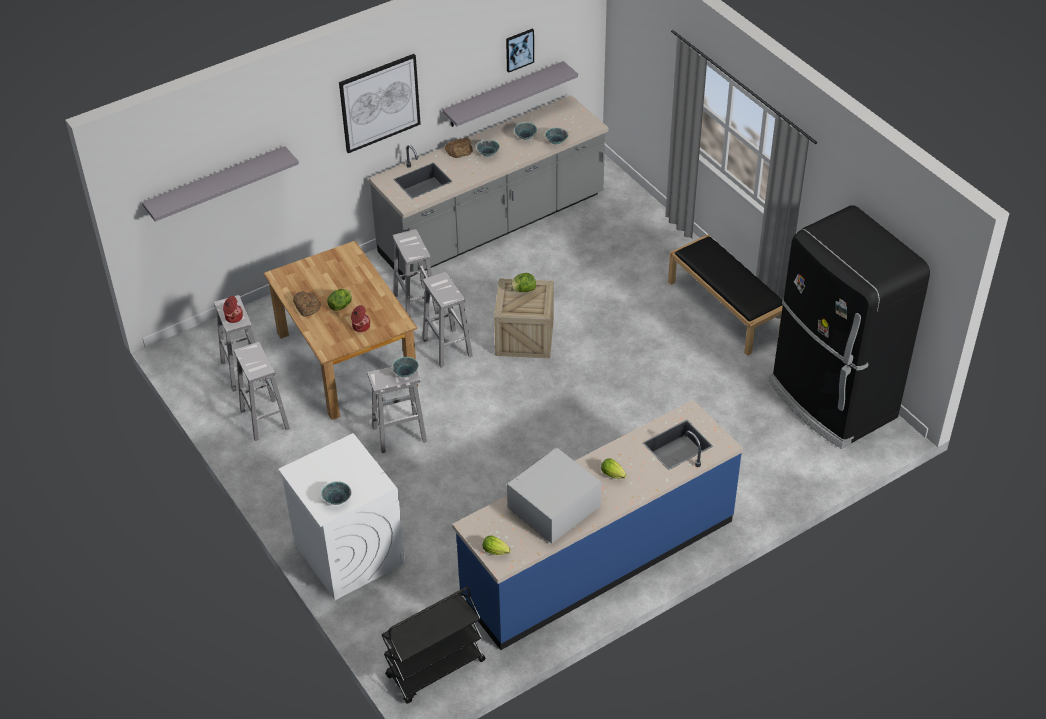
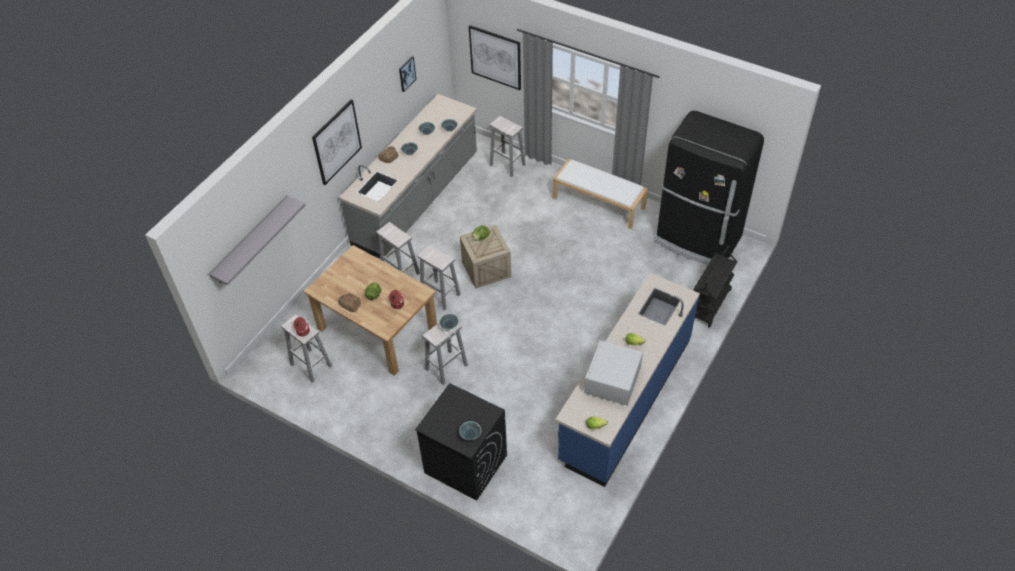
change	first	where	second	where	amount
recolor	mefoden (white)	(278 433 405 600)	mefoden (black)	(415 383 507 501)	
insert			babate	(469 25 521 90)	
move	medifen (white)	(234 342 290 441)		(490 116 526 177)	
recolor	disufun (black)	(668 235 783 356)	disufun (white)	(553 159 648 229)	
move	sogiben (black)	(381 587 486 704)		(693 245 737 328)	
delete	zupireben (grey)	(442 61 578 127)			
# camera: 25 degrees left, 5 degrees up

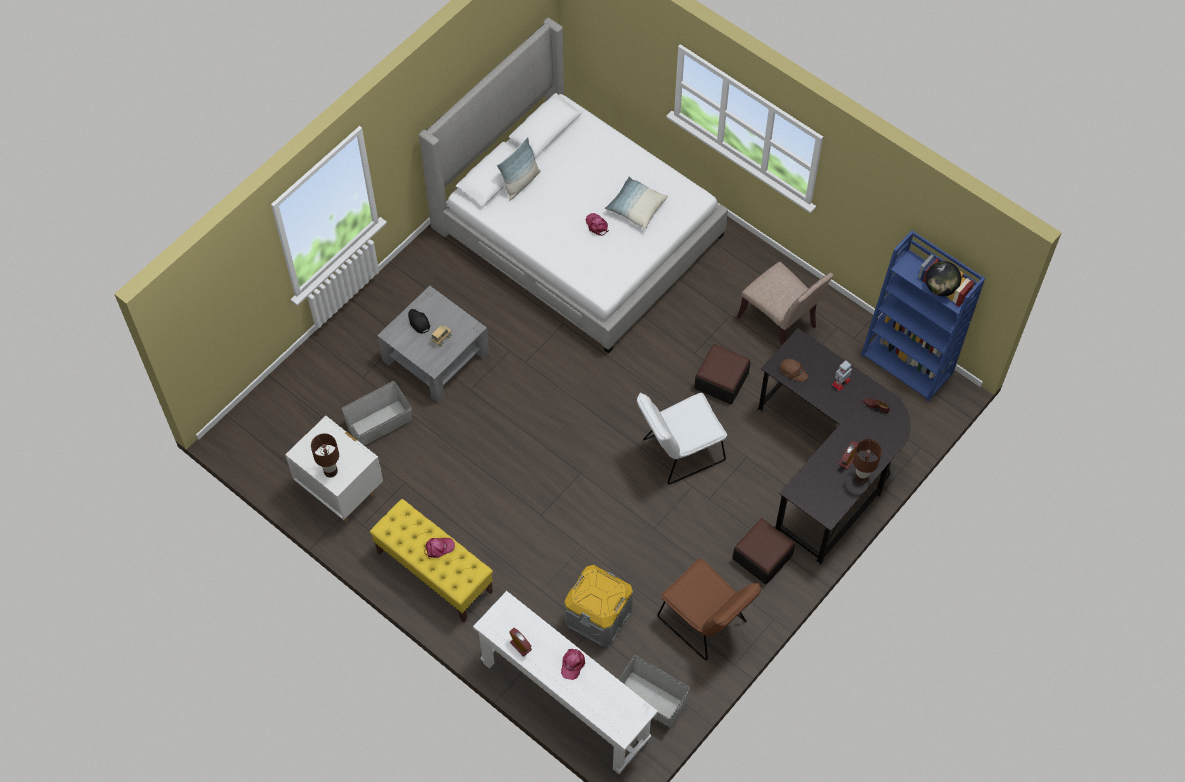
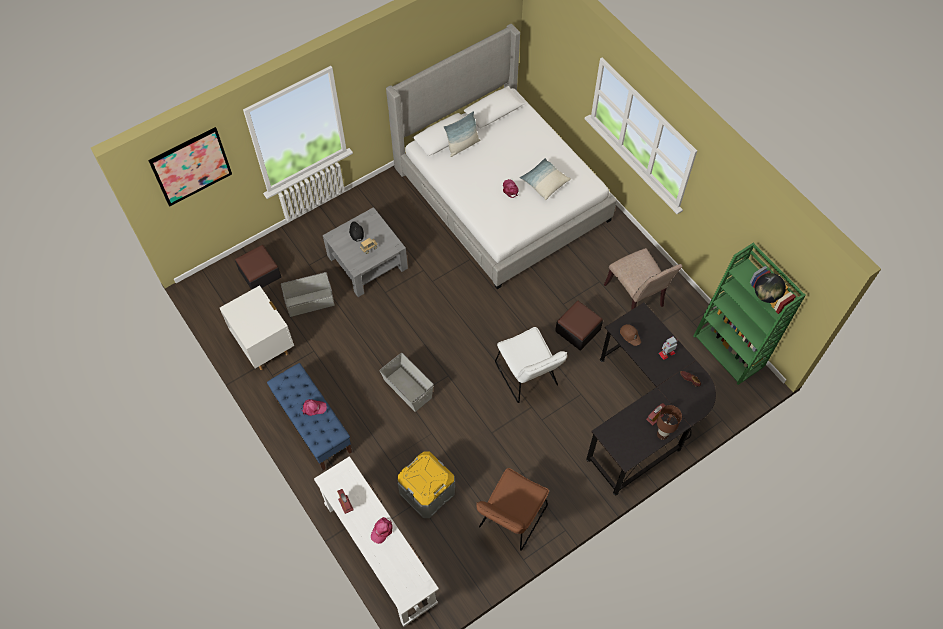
change	first	where	second	where	amount
insert			babate	(148 127 232 207)	
move	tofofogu	(733 518 795 585)		(235 245 281 290)	
recolor	disufun (yellow)	(370 499 493 623)	disufun (blue)	(267 363 352 471)	
move	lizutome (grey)	(618 655 690 728)		(379 353 434 412)	
rotate	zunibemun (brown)	(657 558 761 660)		(476 468 549 551)	60 degrees clockwise
rotate	zunibemun (white)	(637 392 727 484)		(495 327 567 403)	105 degrees counterclockwise
recolor	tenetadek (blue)	(861 230 985 402)	tenetadek (green)	(694 243 806 385)	
delete	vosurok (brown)	(311 433 339 478)			
# camera: 15 degrees right, 0 degrees up

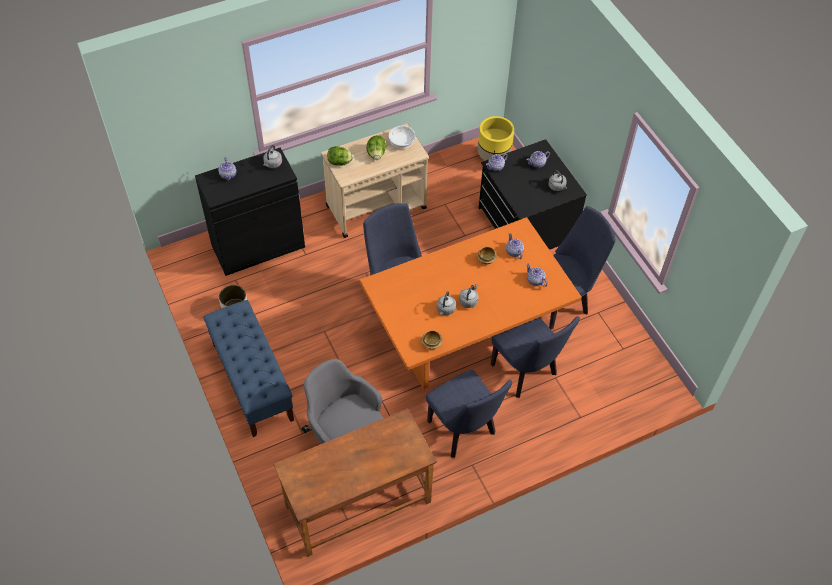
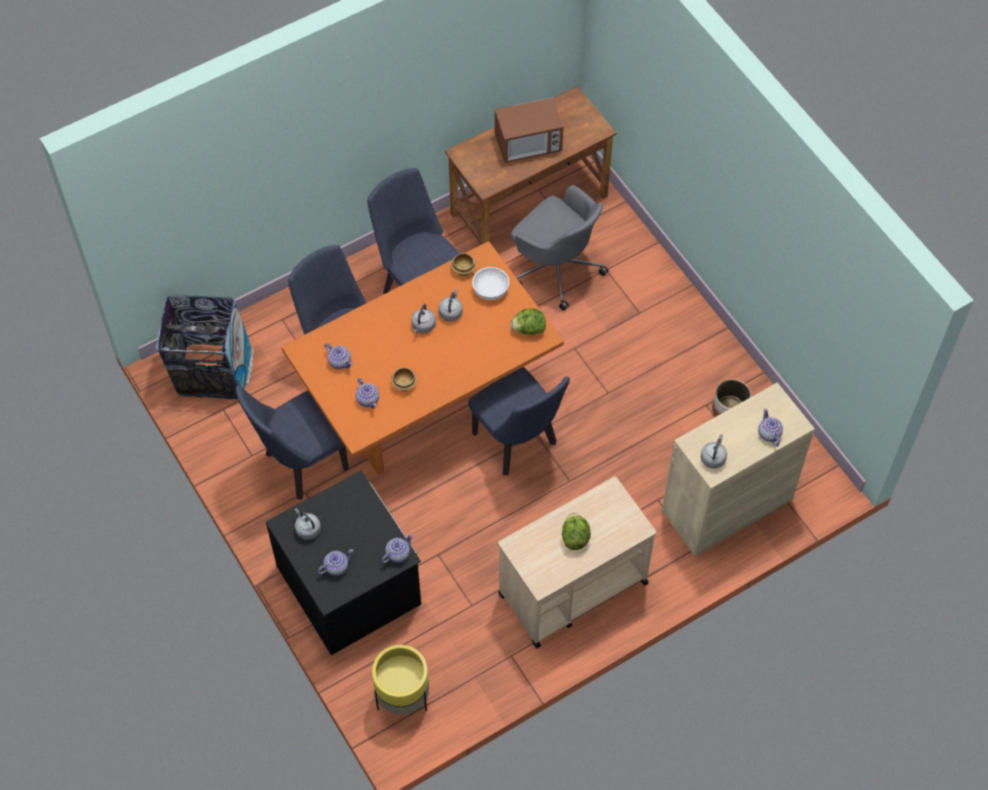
change	first	where	second	where	amount
insert			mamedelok	(156 295 253 399)	
move	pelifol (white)	(389 126 416 148)		(472 267 510 300)	
insert			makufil	(495 97 564 163)	
move	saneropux	(328 146 353 166)		(510 308 546 335)	
recolor	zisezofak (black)	(195 148 305 276)	zisezofak (beige)	(662 382 815 557)	
delete	disufun (blue)	(203 300 294 437)			
# camera: 175 degrees right, 5 degrees up

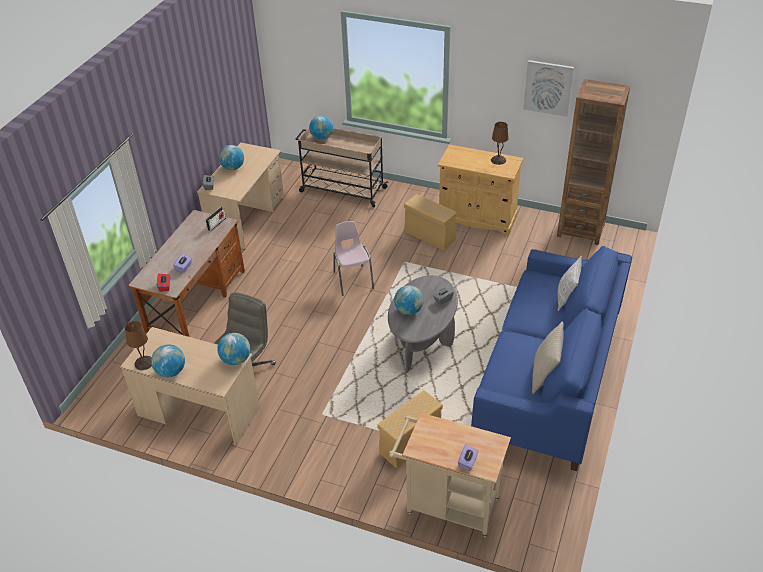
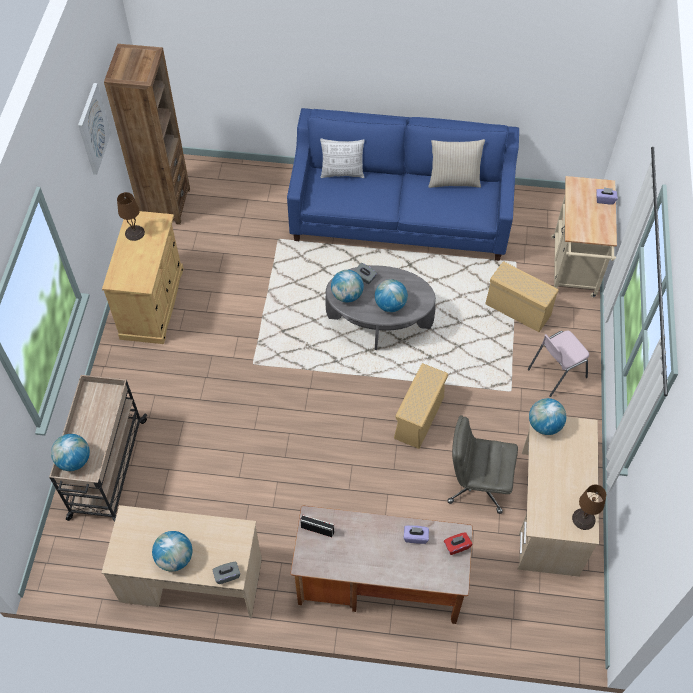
change	first	where	second	where	amount
move	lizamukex	(151 344 185 377)		(331 270 364 303)	
move	lizutome (beige)	(404 194 457 250)		(394 363 448 449)	
move	zunibemun (pink)	(333 221 374 296)		(528 331 589 397)	
# camera: 105 degrees left, 15 degrees up

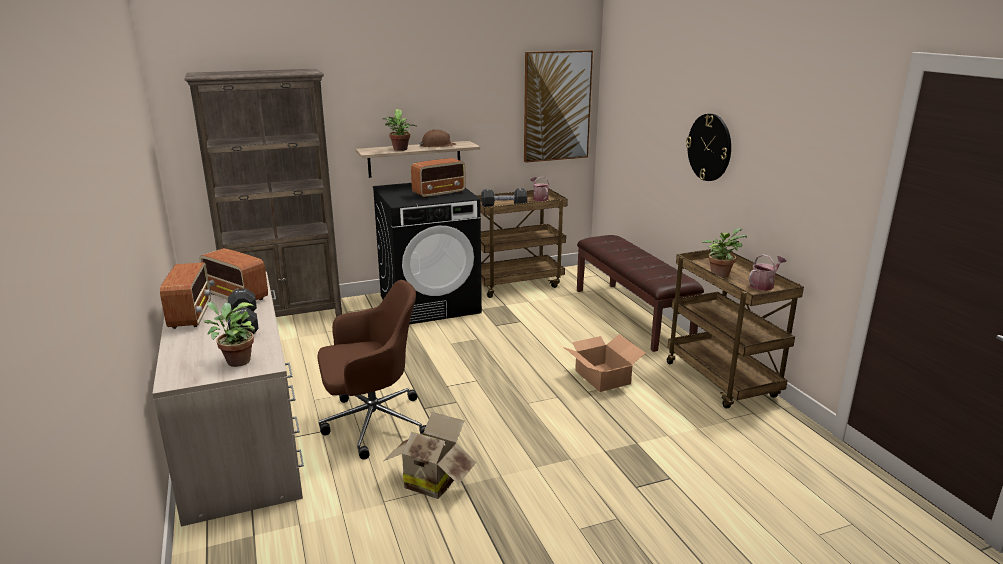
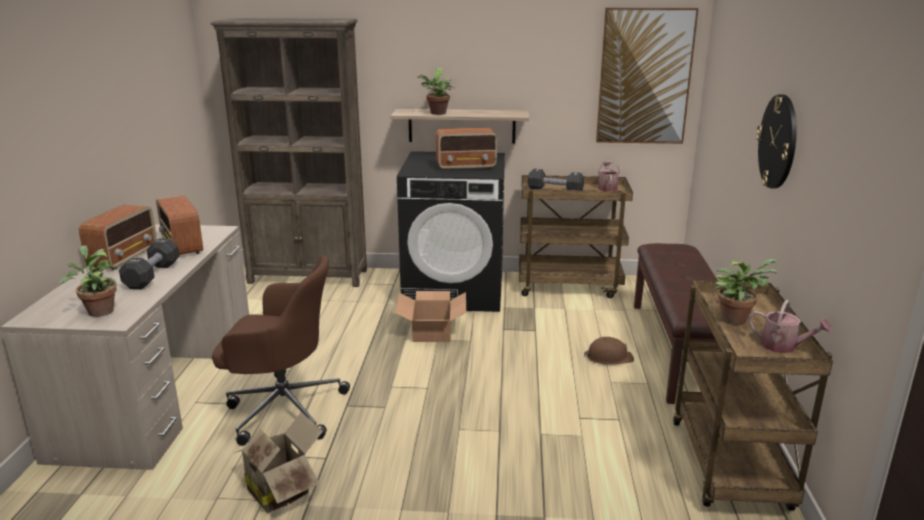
change	first	where	second	where	amount
move	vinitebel	(564 334 646 392)		(395 291 466 342)	
move	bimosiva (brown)	(420 129 456 147)		(584 337 634 365)	
rotate	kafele	(749 254 786 291)		(748 300 832 353)	45 degrees clockwise
# camera: 25 degrees right, 0 degrees up

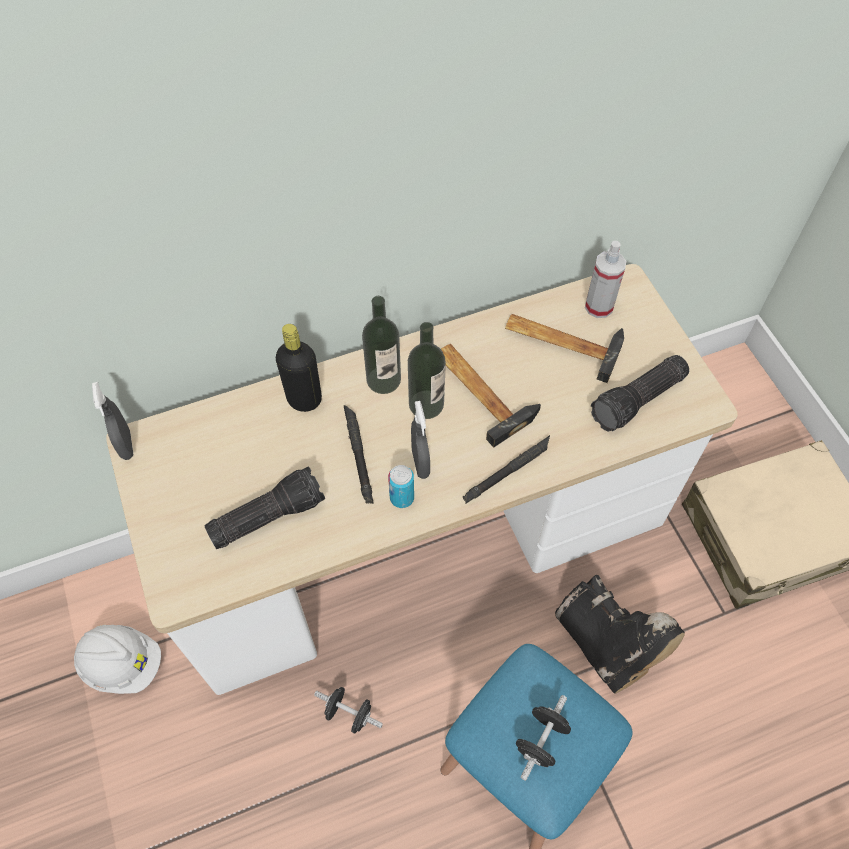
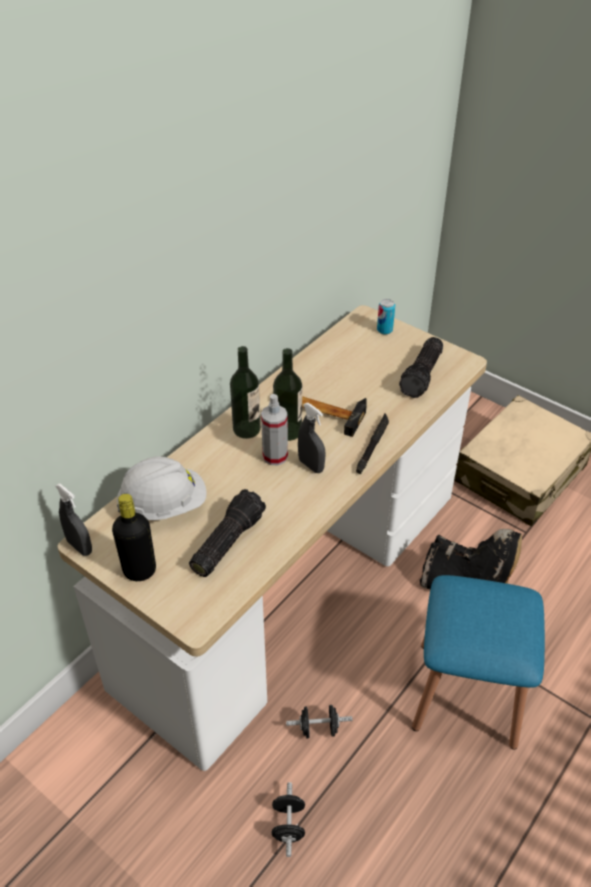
change	first	where	second	where	amount
move	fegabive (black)	(276 324 322 412)		(112 494 156 581)	
move	bimosiva (white)	(74 625 161 694)		(117 456 207 520)	
move	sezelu	(585 241 626 318)		(261 394 288 465)	
move	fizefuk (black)	(516 695 571 781)		(271 782 305 857)	
move	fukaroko	(388 465 414 508)		(377 299 395 334)	
delete	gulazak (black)	(344 405 374 504)			
delete	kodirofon	(505 314 624 383)			
# camera: 30 degrees left, 15 degrees down

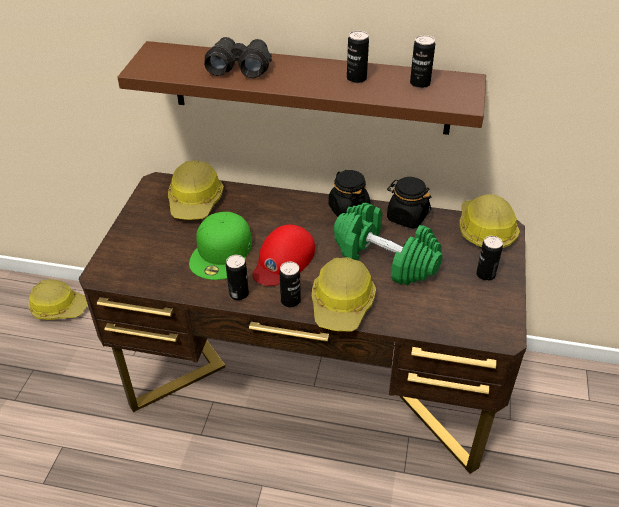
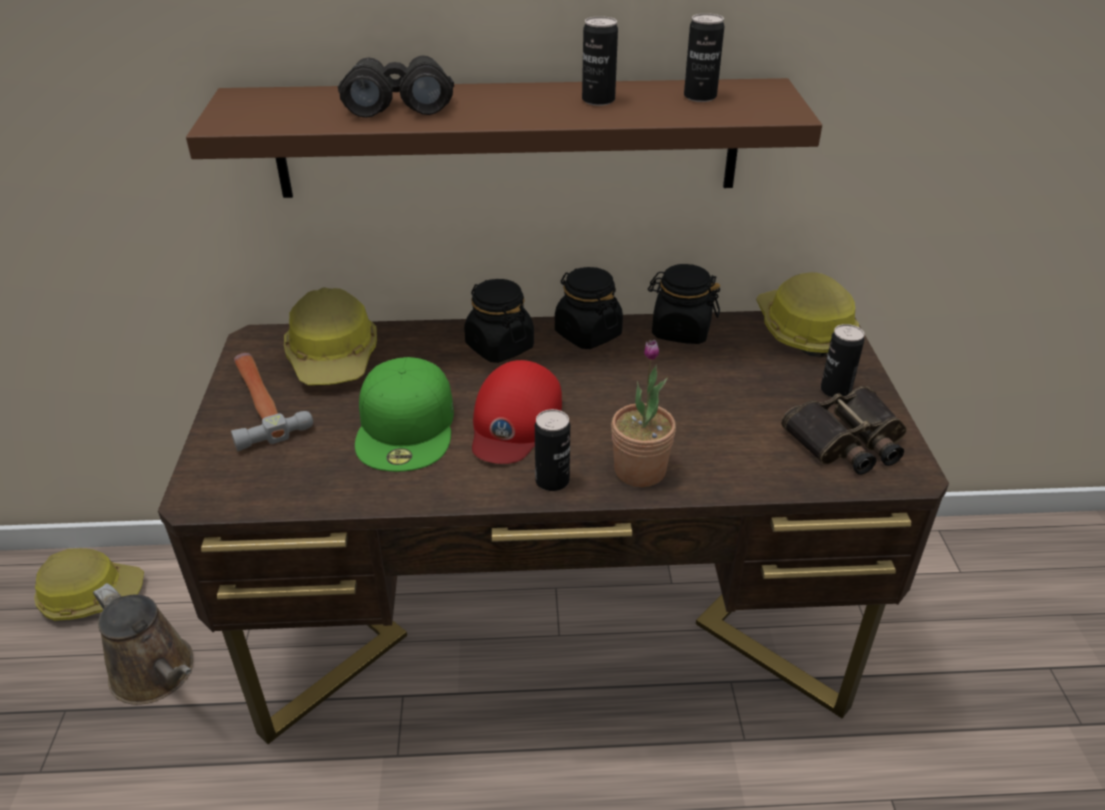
change	first	where	second	where	amount
insert			kafele (brown)	(93 583 193 705)	
insert			kodirofon	(231 353 313 451)	
insert			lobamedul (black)	(464 279 534 363)	
replace	bimosiva	(312 257 376 331)	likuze	(611 340 676 487)	
insert			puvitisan	(781 386 907 475)	
delete	fukaroko	(226 255 249 300)			
delete	fizefuk (green)	(334 203 443 285)			
# camera: 15 degrees left, 5 degrees down

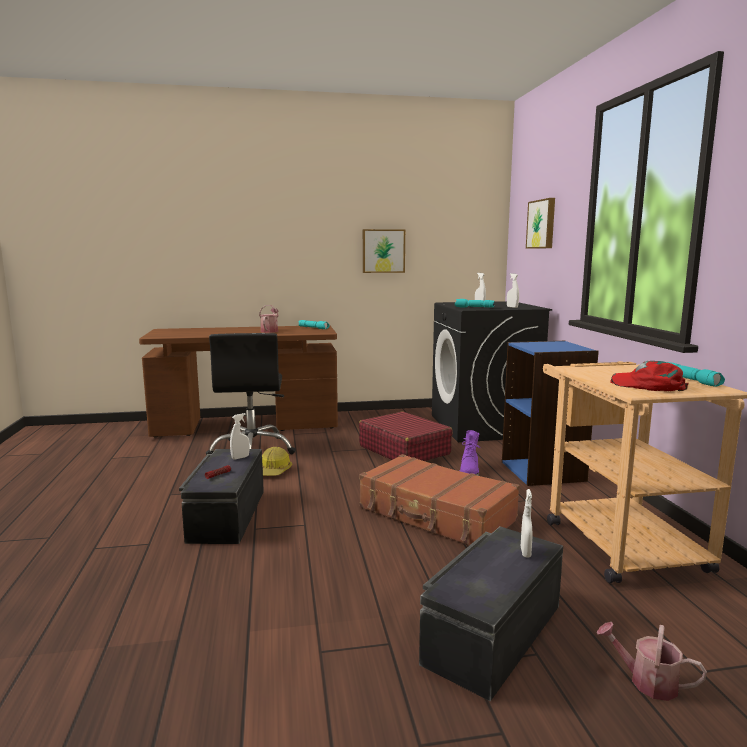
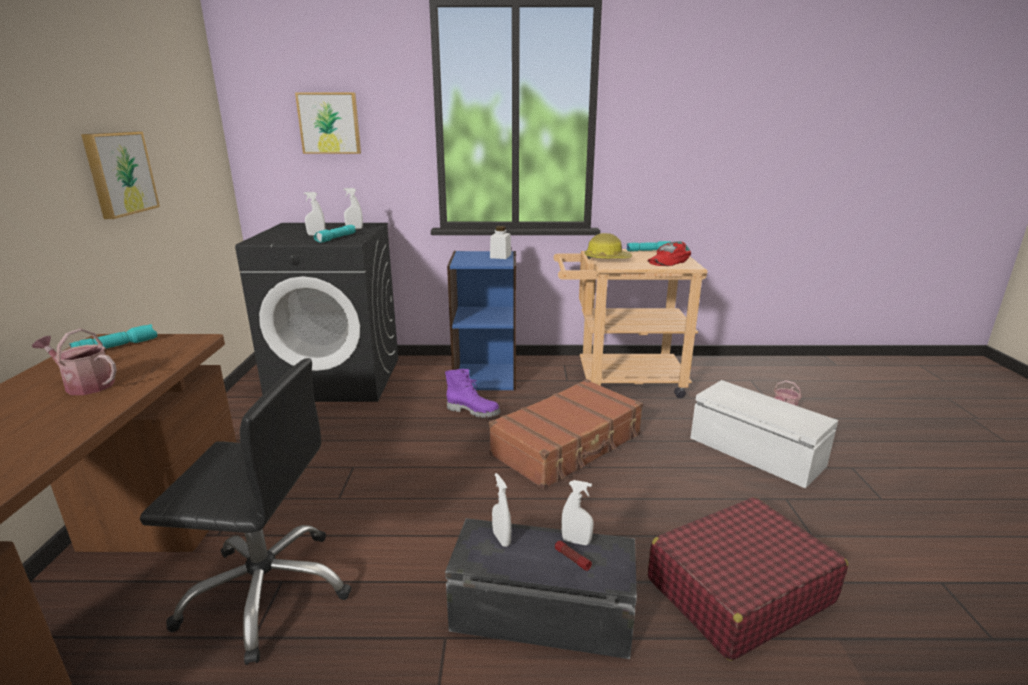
change	first	where	second	where	amount
insert			lobamedul (white)	(490 226 511 259)	
move	sezelu (white)	(521 489 532 557)		(561 480 594 545)	
move	bimosiva	(262 447 292 476)		(585 233 632 259)	
move	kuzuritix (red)	(359 411 453 461)		(648 497 848 661)	
recolor	lizutome (black)	(419 527 563 701)	lizutome (white)	(691 380 838 488)	
# camera: 80 degrees left, 10 degrees up

